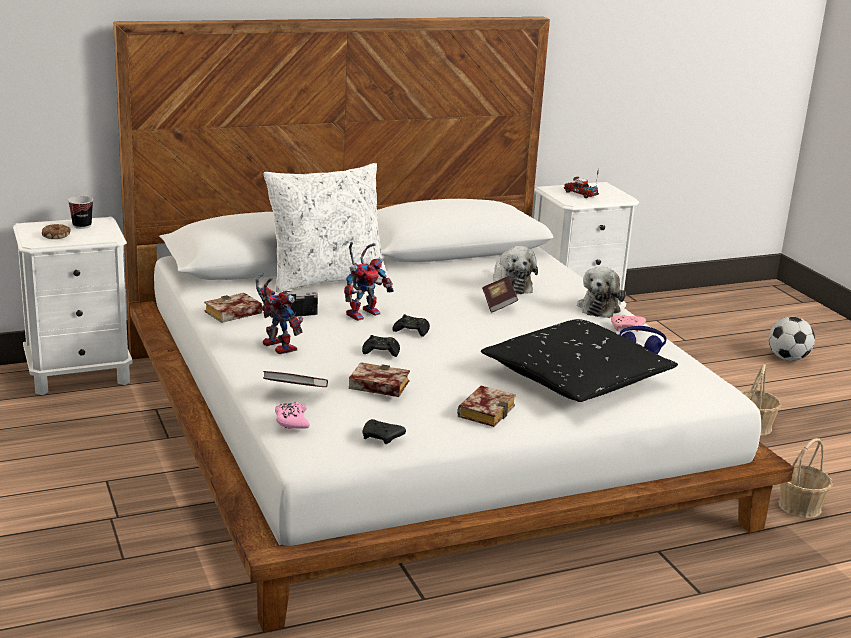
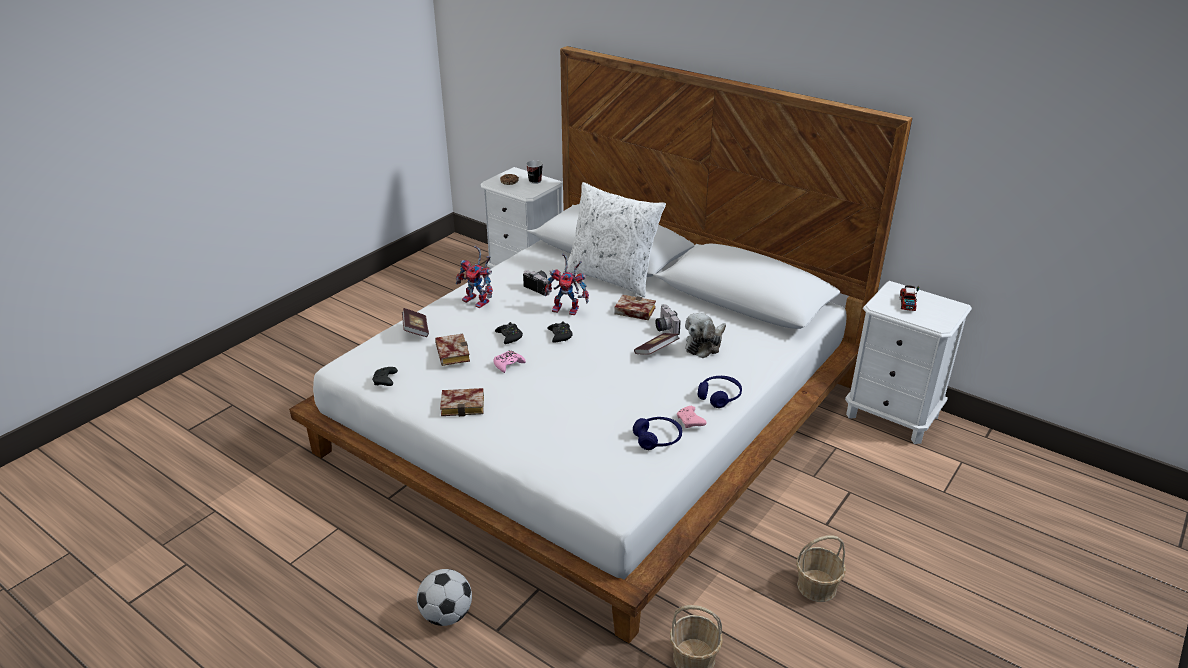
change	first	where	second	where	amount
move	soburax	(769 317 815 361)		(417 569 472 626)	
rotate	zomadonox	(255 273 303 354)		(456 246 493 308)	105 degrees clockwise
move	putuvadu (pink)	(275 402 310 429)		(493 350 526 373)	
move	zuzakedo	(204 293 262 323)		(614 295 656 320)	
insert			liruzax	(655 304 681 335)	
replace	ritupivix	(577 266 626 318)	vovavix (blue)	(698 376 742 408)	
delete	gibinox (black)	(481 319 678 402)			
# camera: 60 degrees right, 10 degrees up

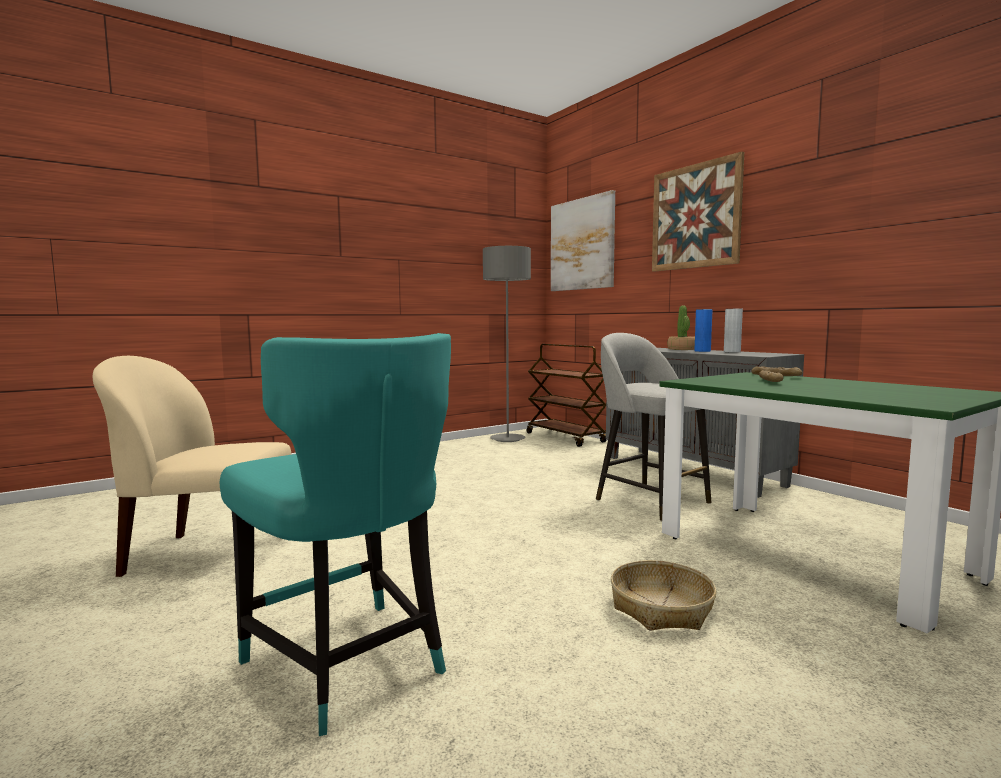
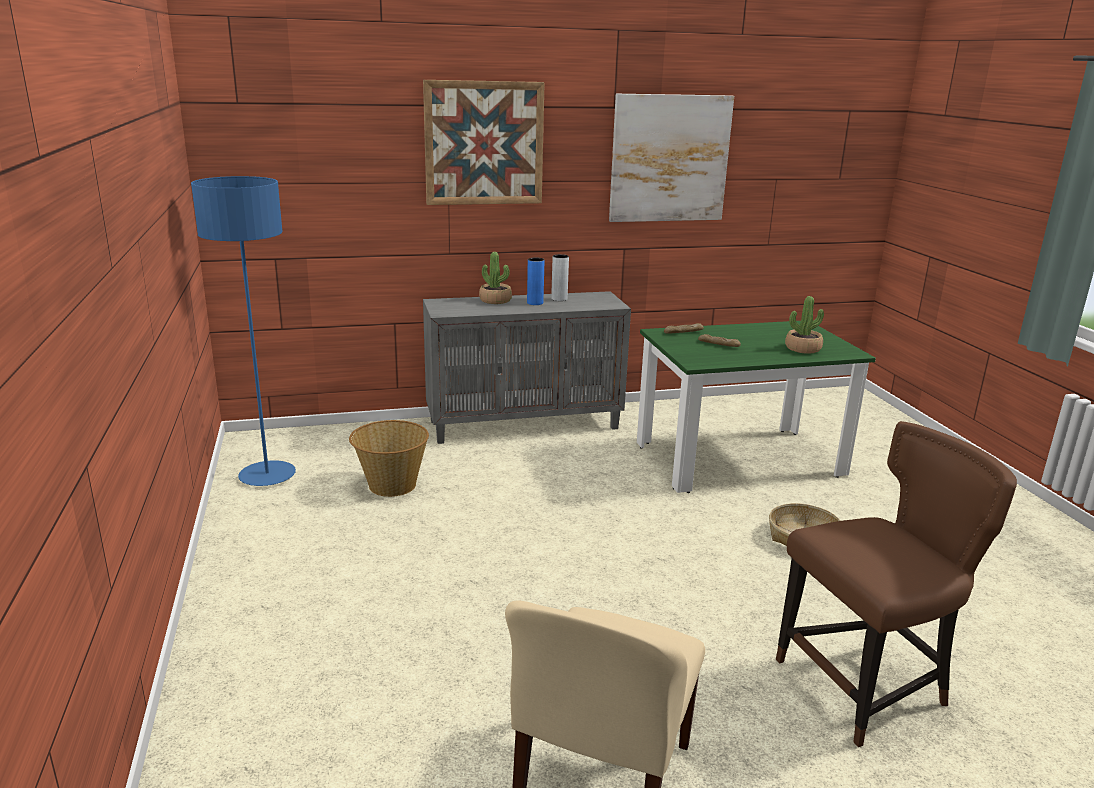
change	first	where	second	where	amount
recolor	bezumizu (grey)	(483 246 531 442)	bezumizu (blue)	(191 176 296 486)	
insert			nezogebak	(349 420 429 497)	
move	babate	(551 190 615 291)		(609 94 734 222)	
recolor	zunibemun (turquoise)	(220 333 451 736)	zunibemun (brown)	(776 421 1017 747)	
insert			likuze	(785 296 824 354)	
delete	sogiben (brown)	(526 344 606 447)			
delete	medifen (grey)	(596 333 711 521)			
# camera: 70 degrees left, 15 degrees up

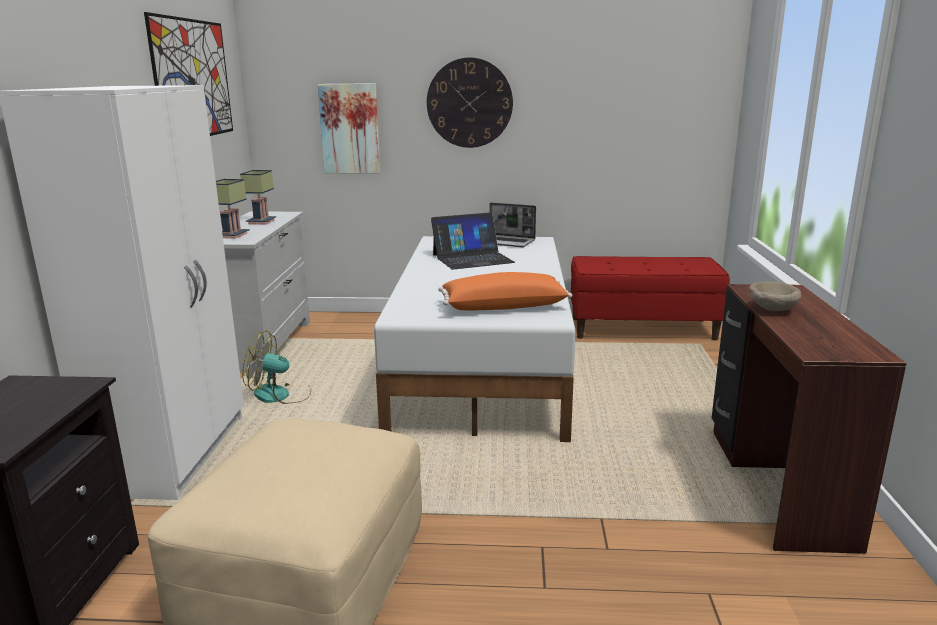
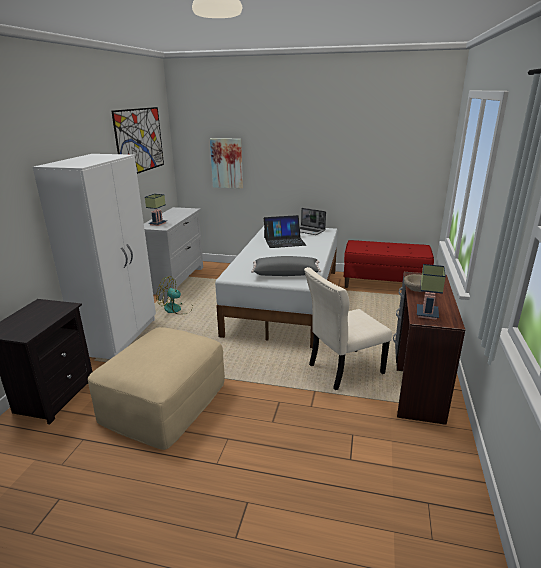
change	first	where	second	where	amount
recolor	gibinox (orange)	(438 272 572 310)	gibinox (grey)	(251 256 321 276)	
insert			zunibemun (beige)	(304 267 392 390)	
move	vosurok	(240 170 276 225)		(417 264 446 320)	
delete	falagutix	(427 57 513 148)			
# camera: 10 degrees right, 5 degrees up

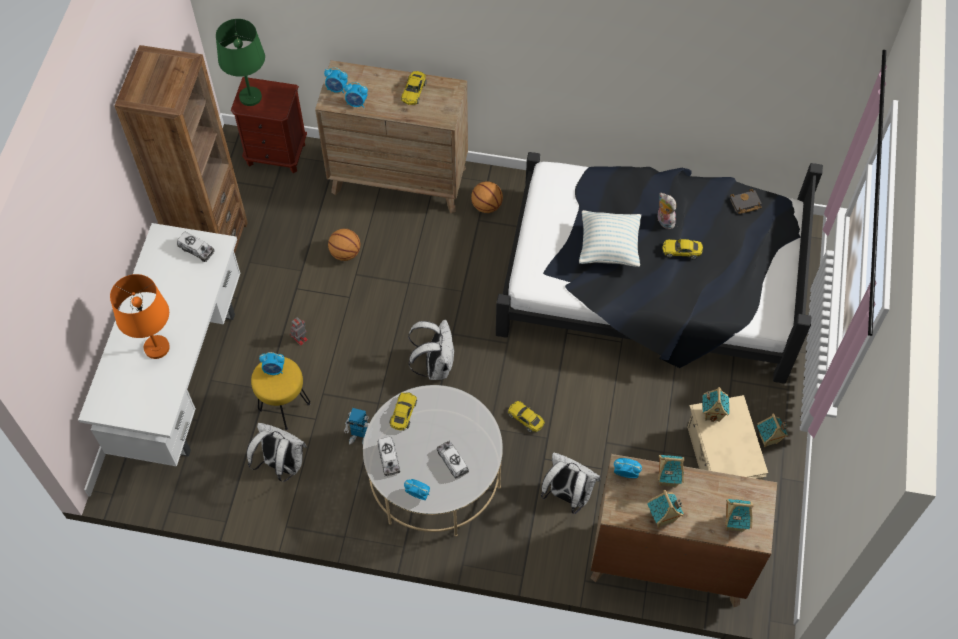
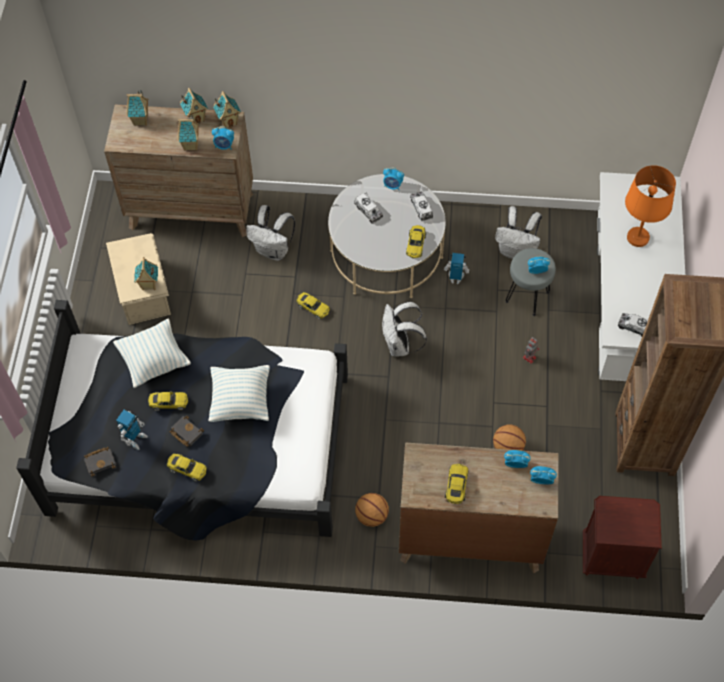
change	first	where	second	where	amount
insert			gibinox	(113 318 191 388)	
insert			zomadonox	(116 410 148 450)	
insert			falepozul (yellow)	(167 454 207 481)	
replace	ritupivix	(657 193 676 229)	zuzakedo (black)	(170 416 204 447)	
move	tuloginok	(757 413 788 447)		(213 91 241 129)	
recolor	medifen (yellow)	(251 357 310 430)	medifen (grey)	(505 248 556 316)	
delete	vosurok (green)	(216 19 265 106)			
# camera: 175 degrees right, 0 degrees up

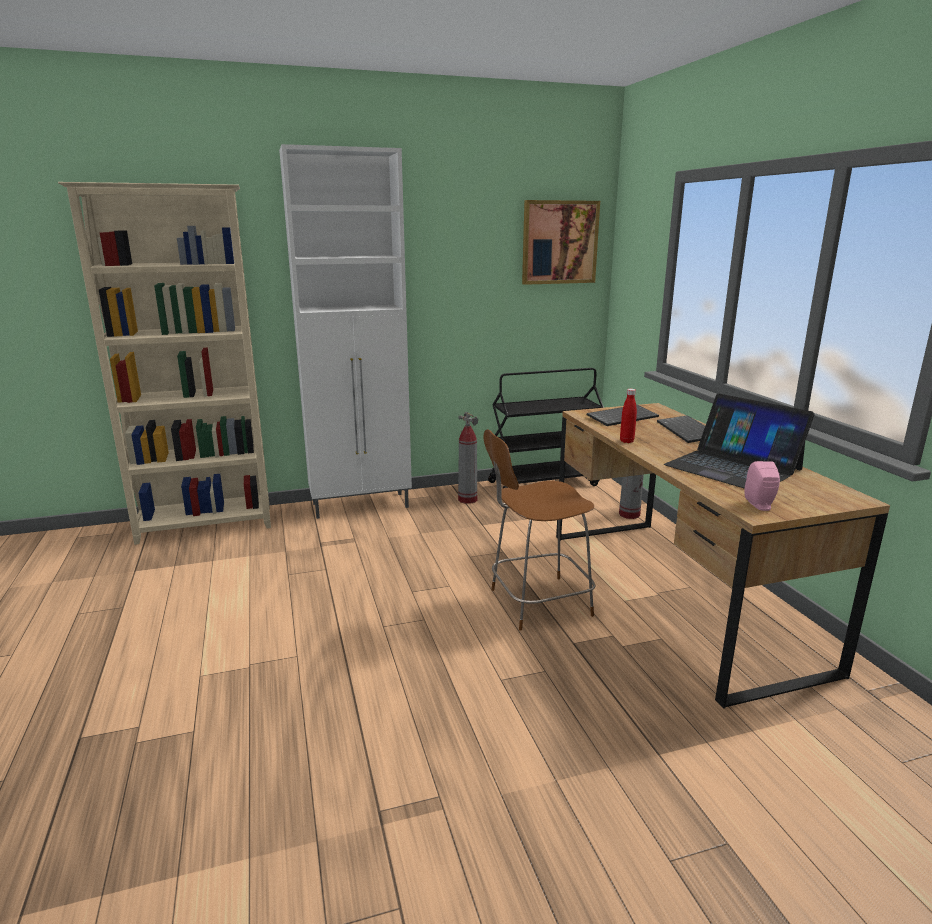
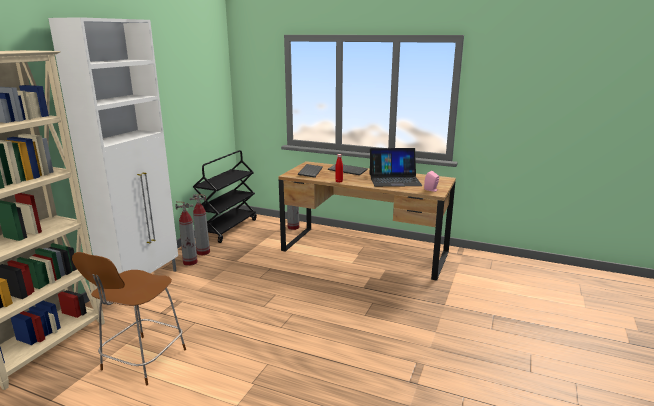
change	first	where	second	where	amount
move	medifen (brown)	(483 429 595 631)		(72 252 186 385)	
insert			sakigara	(175 201 198 266)	
delete	babate	(522 200 600 285)			
# camera: 50 degrees left, 0 degrees up

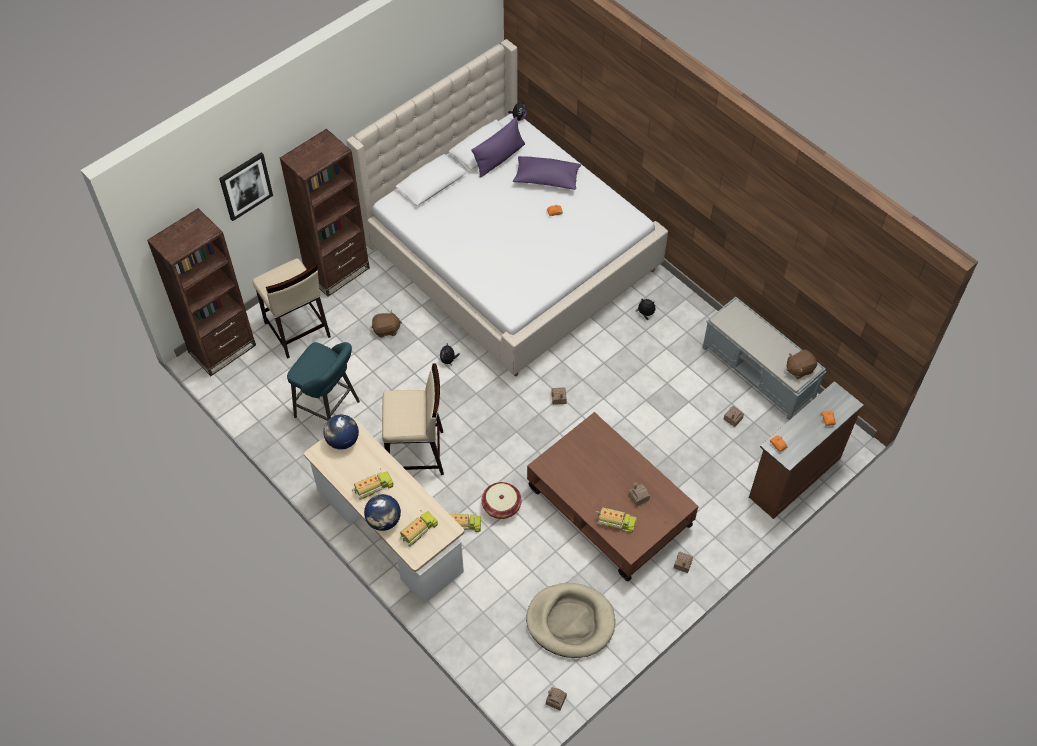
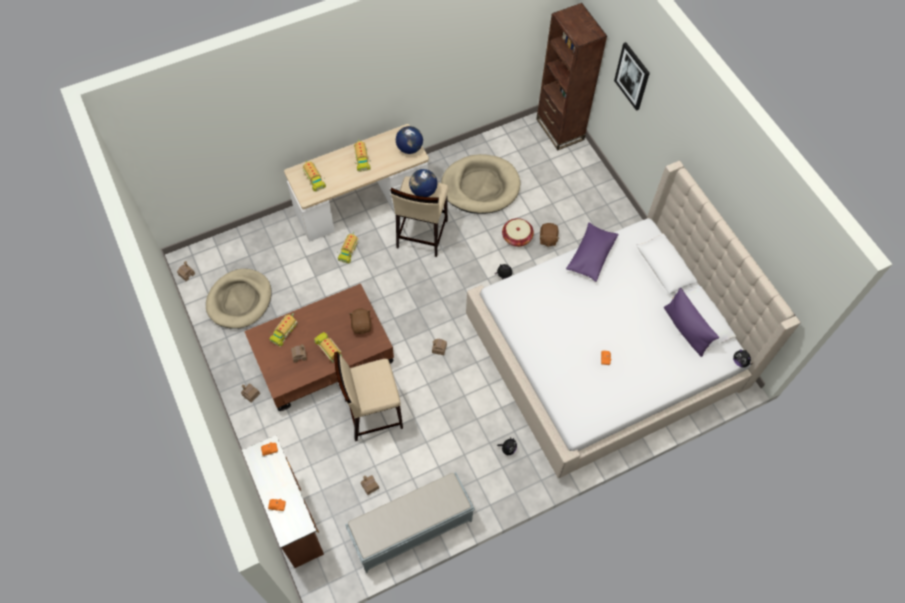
change	first	where	second	where	amount
insert			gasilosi	(314 332 342 362)	
move	medifen (beige)	(252 258 331 358)		(334 351 403 441)	
move	ritupivix (brown)	(787 350 817 379)		(349 308 372 334)	
move	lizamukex	(364 494 401 531)		(409 169 437 197)	
replace	medifen (turquoise)	(287 342 360 421)	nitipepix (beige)	(441 154 521 214)	
move	nezogebak	(482 482 521 519)		(502 218 534 247)	
move	gibinox (purple)	(513 156 581 190)		(566 222 619 282)	
delete	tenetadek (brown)	(280 129 370 297)			
# camera: 105 degrees right, 5 degrees up

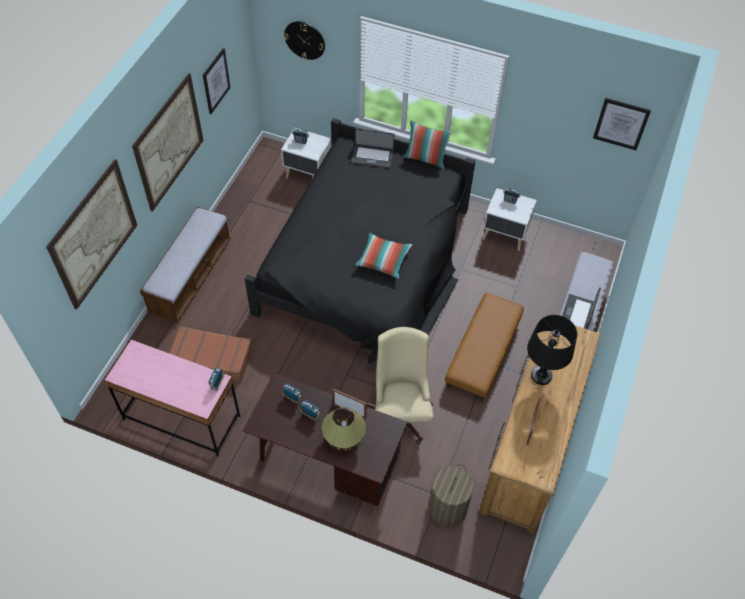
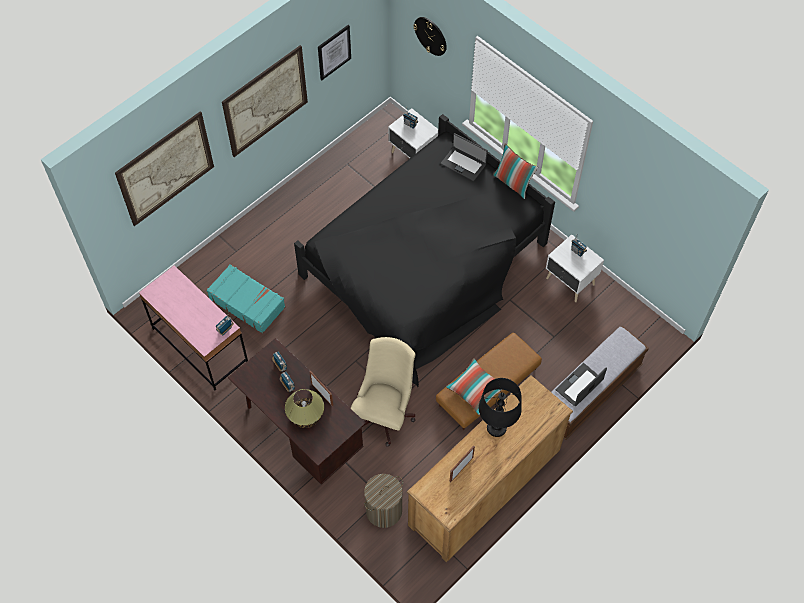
change	first	where	second	where	amount
recolor	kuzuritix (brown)	(169 326 253 383)	kuzuritix (turquoise)	(206 264 285 334)	
move	gibinox	(355 233 413 279)		(446 358 502 415)	
delete	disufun	(140 206 231 323)			
delete	babate	(593 98 651 150)			
# camera: 25 degrees right, 5 degrees up

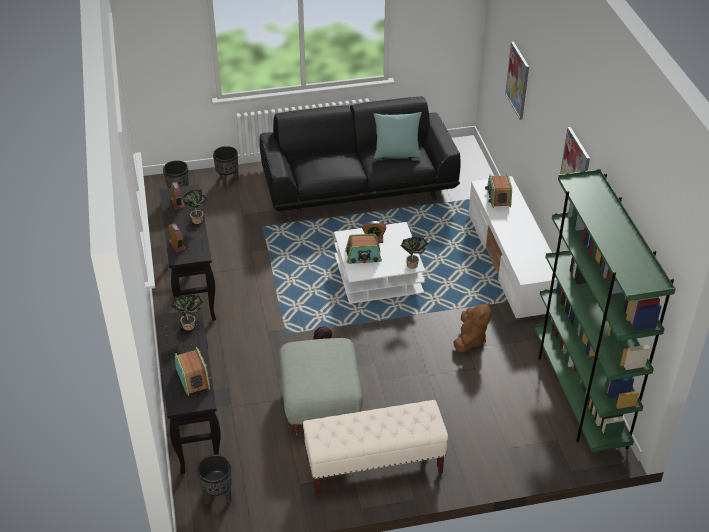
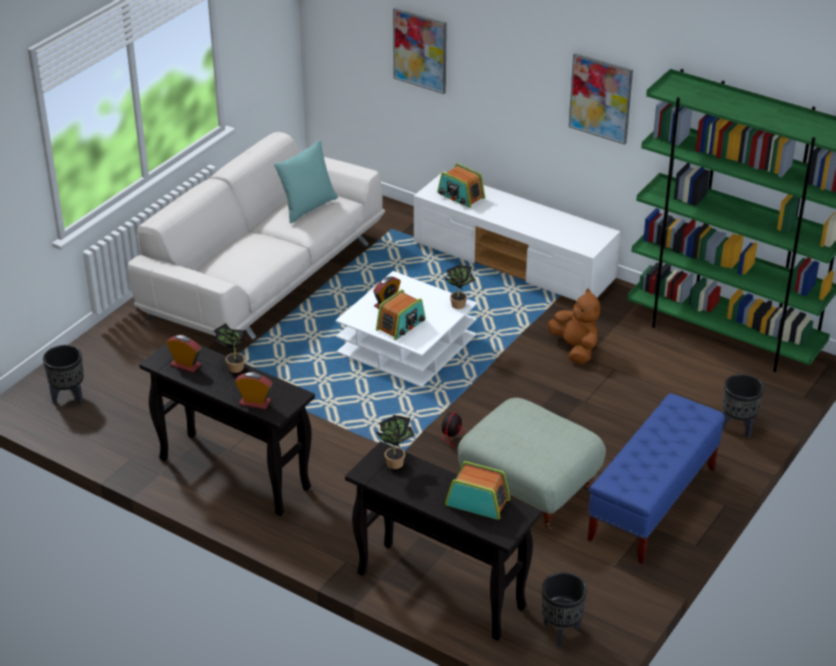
change	first	where	second	where	amount
recolor	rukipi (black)	(260 97 460 218)	rukipi (white)	(128 132 385 339)	
recolor	disufun (beige)	(303 400 448 495)	disufun (blue)	(588 393 725 564)	
move	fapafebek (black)	(213 146 239 188)		(722 374 764 438)	
# camera: 45 degrees left, 5 degrees down

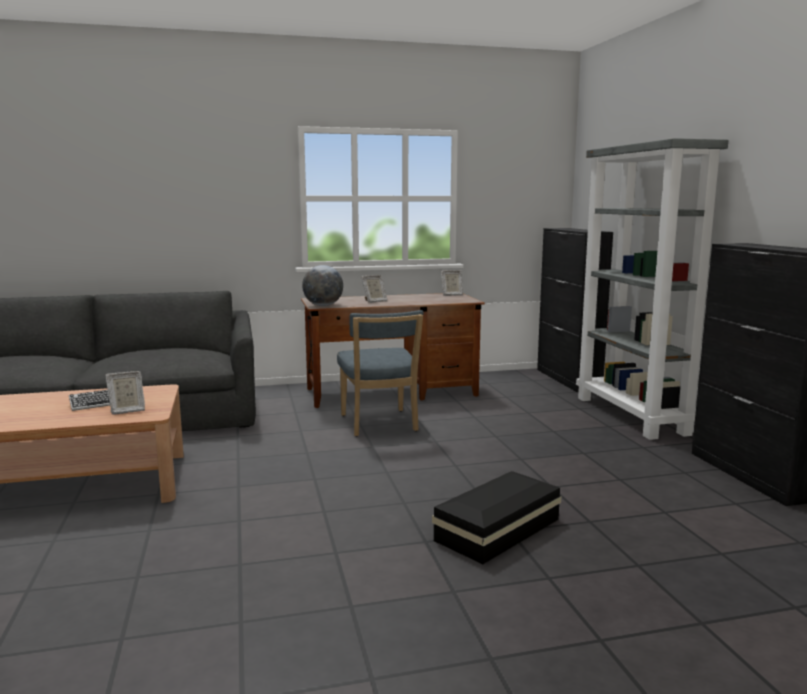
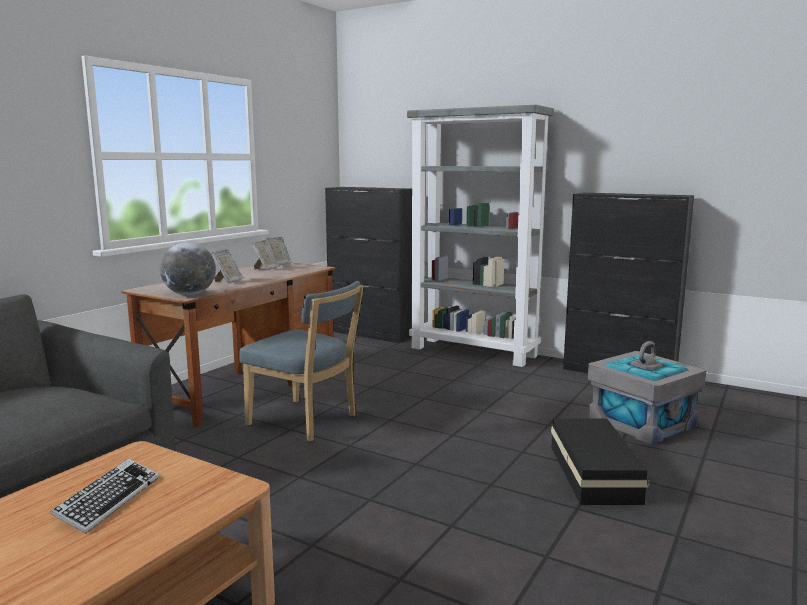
change	first	where	second	where	amount
move	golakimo	(105 371 145 415)		(251 240 279 270)	
insert			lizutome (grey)	(588 341 706 445)	
# camera: 45 degrees left, 0 degrees up

